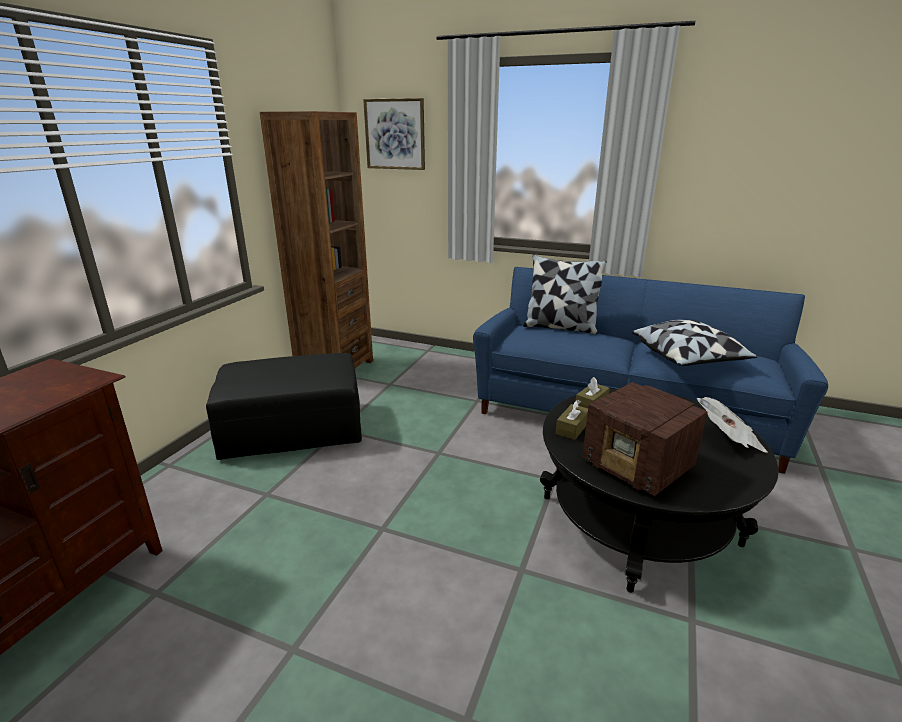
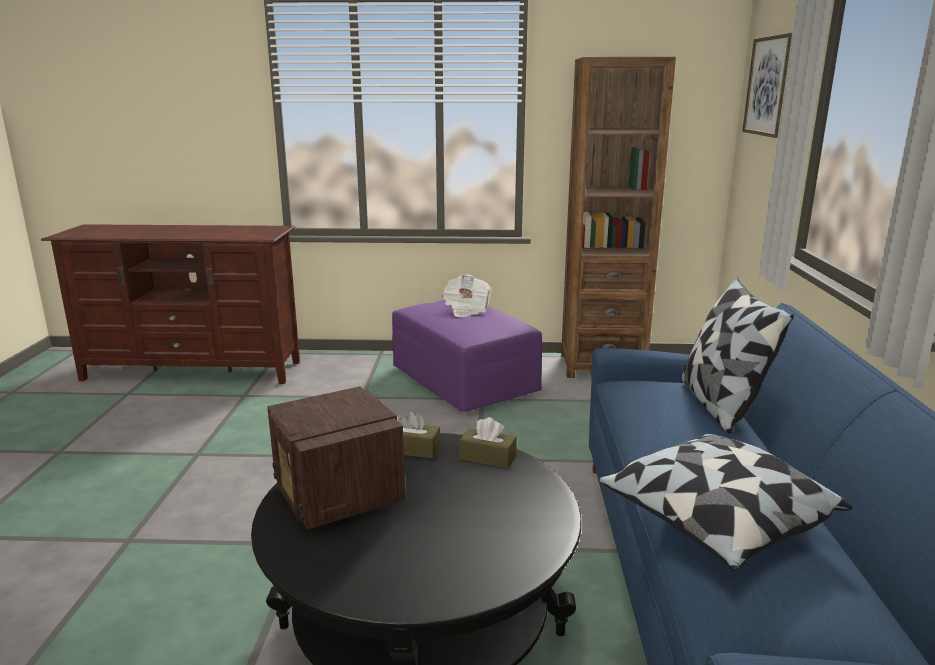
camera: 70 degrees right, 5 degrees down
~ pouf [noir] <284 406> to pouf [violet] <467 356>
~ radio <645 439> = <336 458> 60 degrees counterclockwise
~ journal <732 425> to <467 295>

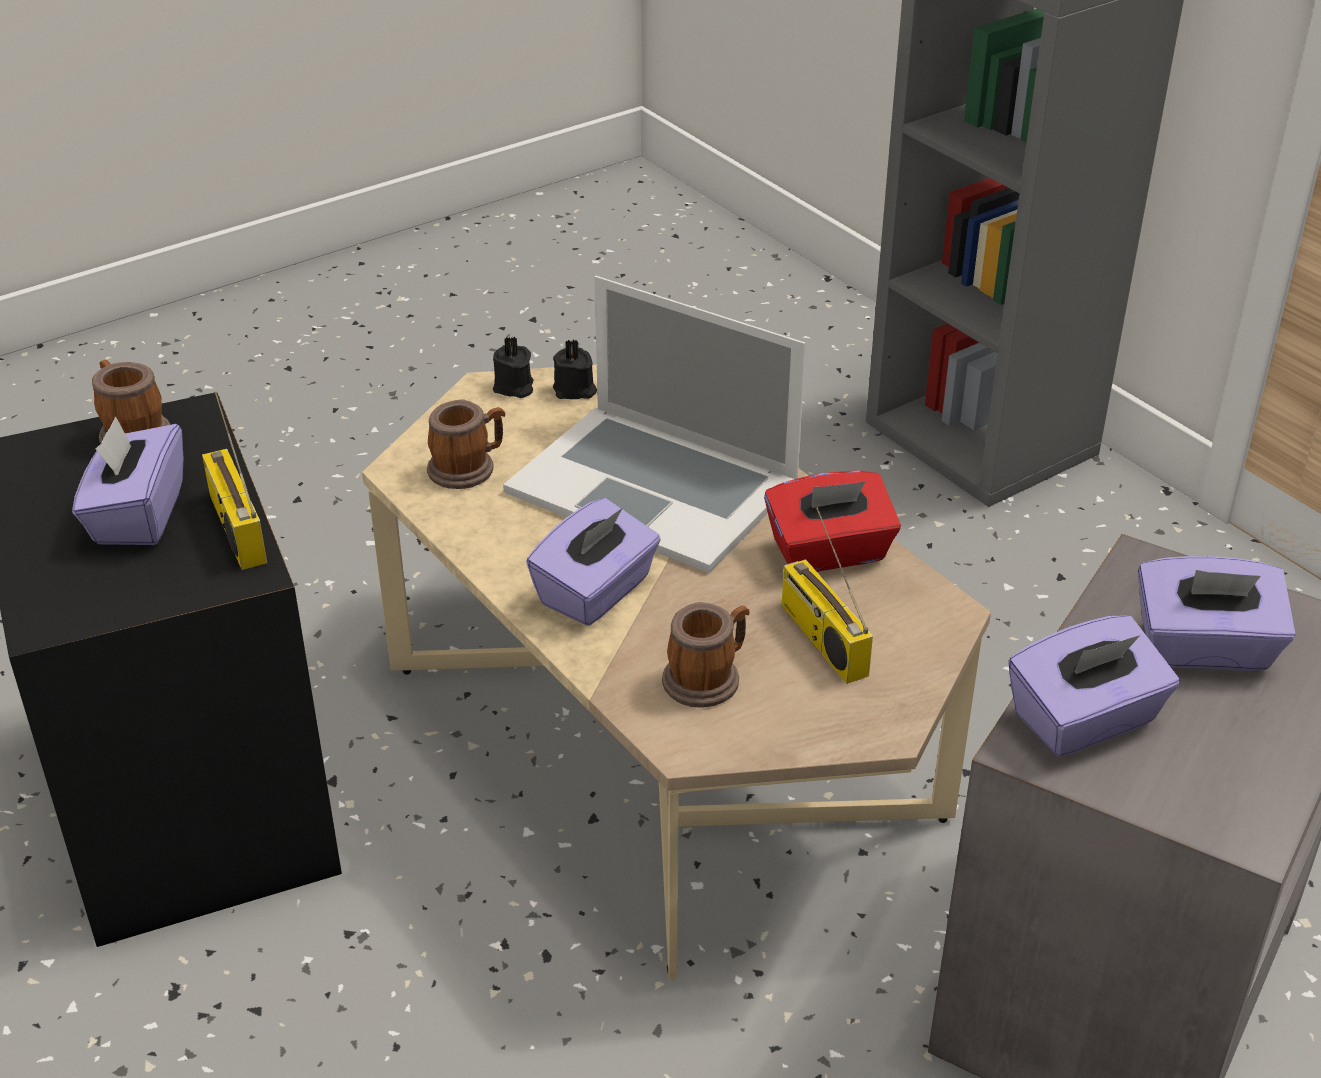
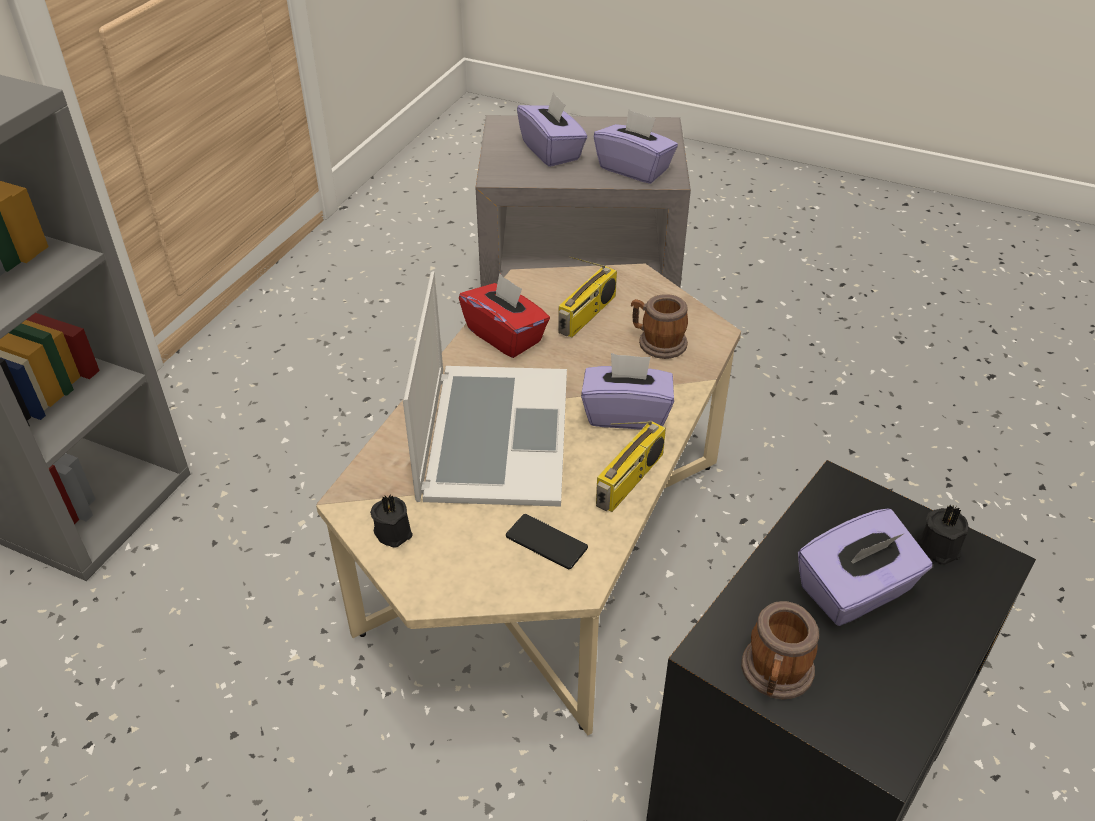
camera: 120 degrees left, 5 degrees up
~ bougie [noir] <513 367> to <943 535>
~ radio <234 481> to <631 466>
~ mug <466 444> to téléphone <547 541>

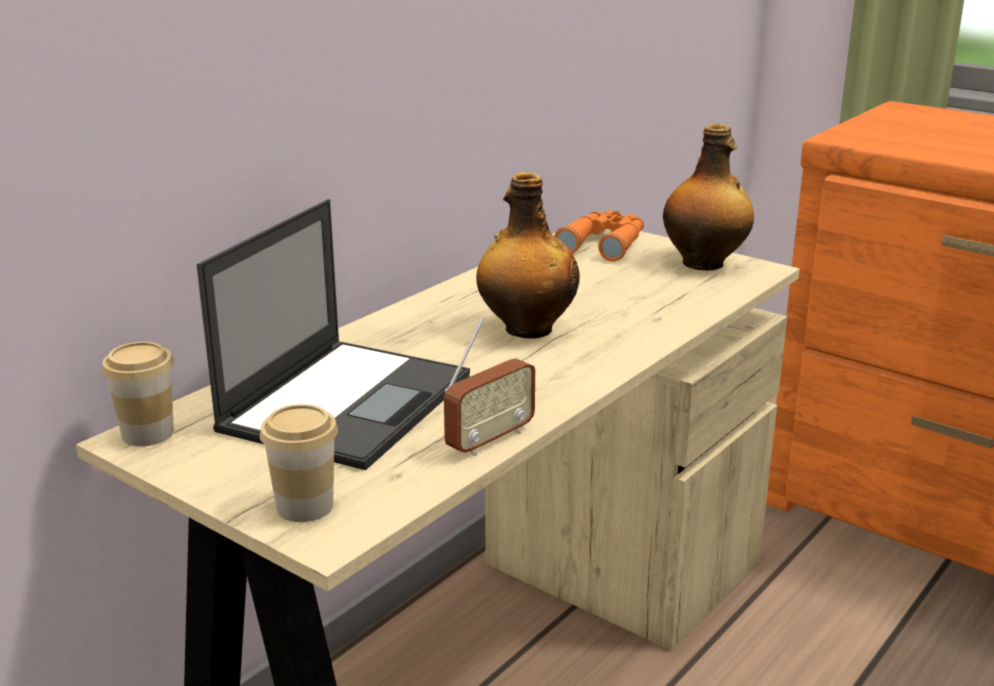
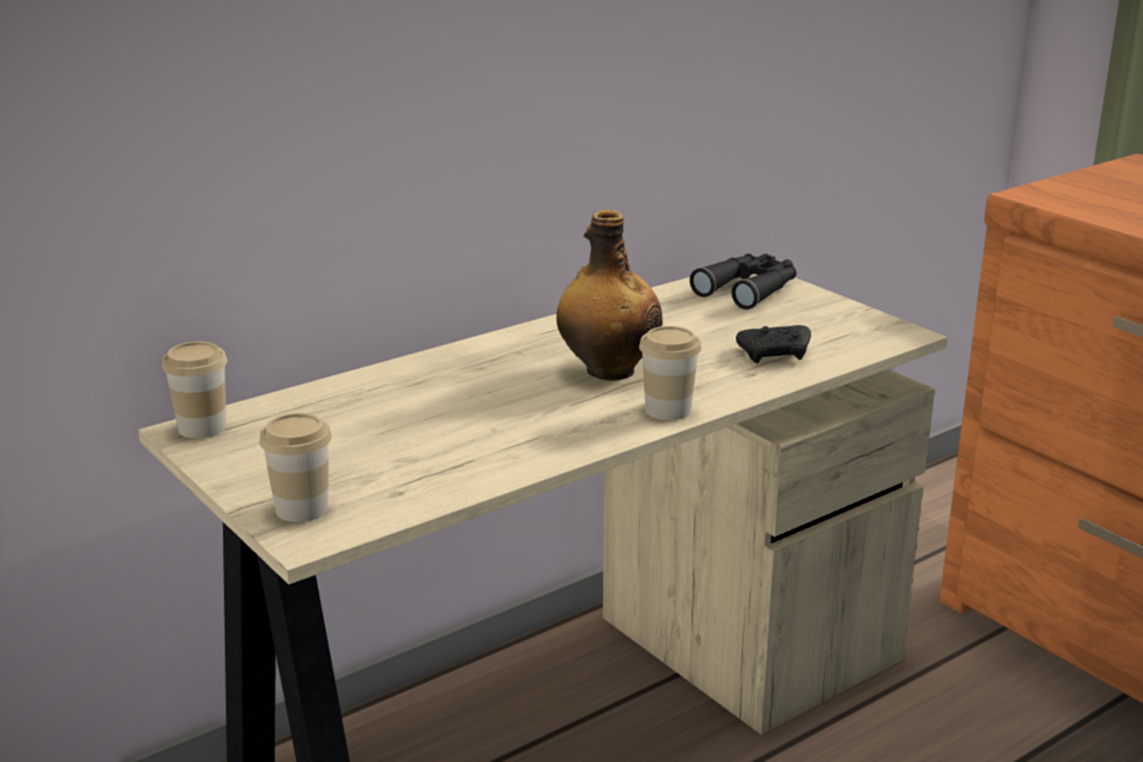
camera: 15 degrees right, 0 degrees up
- bouteille <708 197>
- ordinateur portable <333 334>
~ jumelles [orange] <599 235> to jumelles [noir] <743 281>
- radio <489 387>
+ manette [noir] <773 344>
+ tasse <670 373>

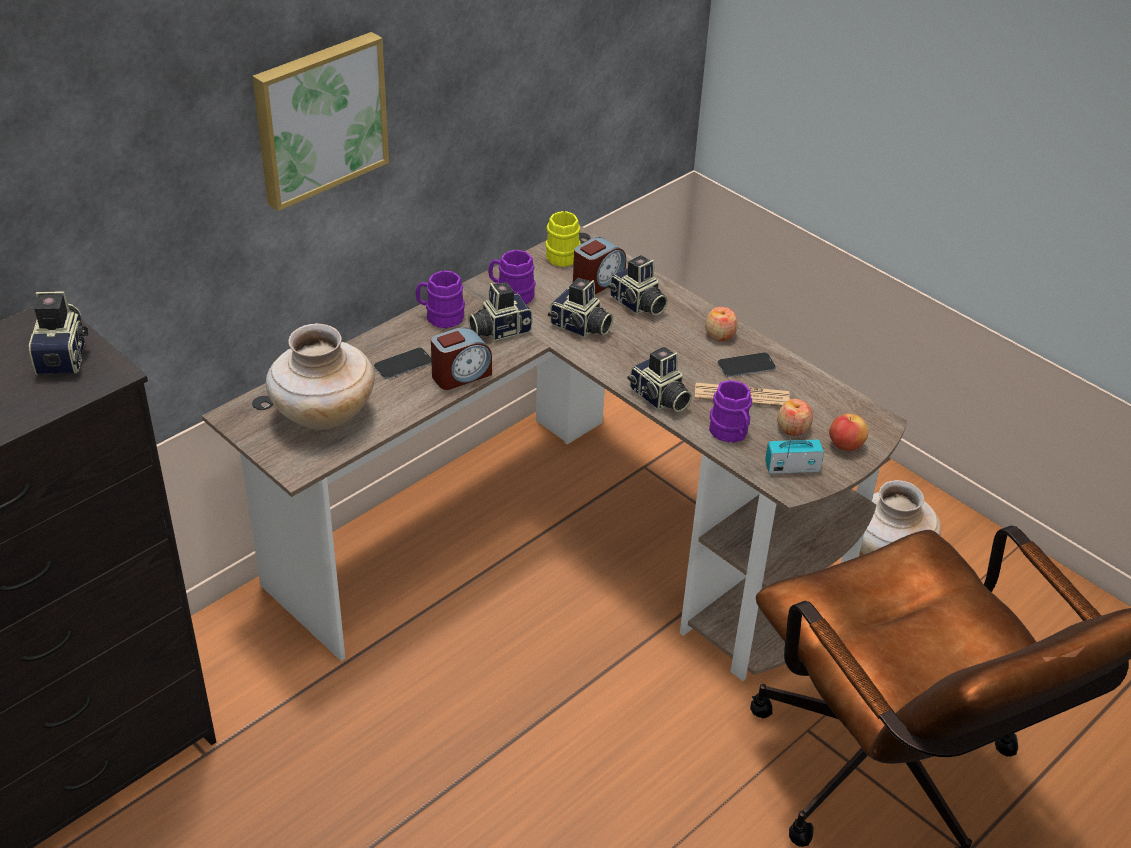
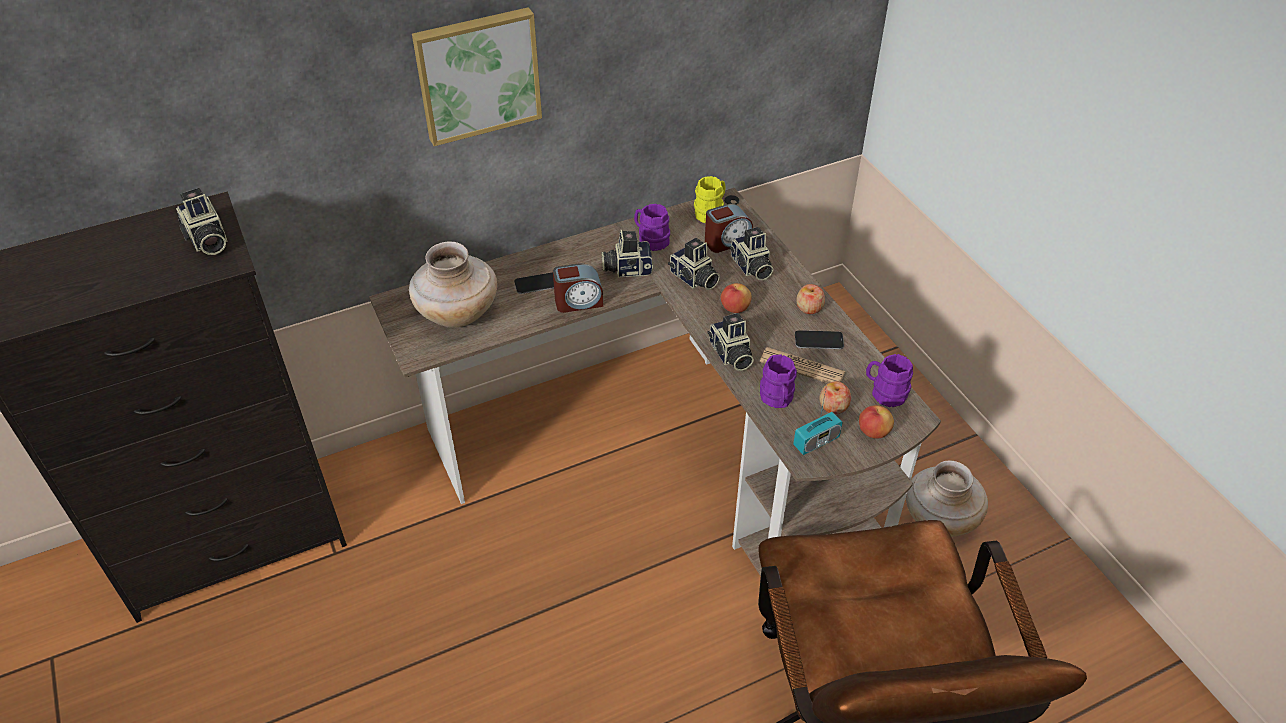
camera: 20 degrees right, 5 degrees up
~ mug [violet] <440 299> to <889 380>
~ appareil photo <58 332> = <201 221> 135 degrees clockwise
~ radio <794 445> = <818 420> 135 degrees clockwise
+ pomme <736 298>

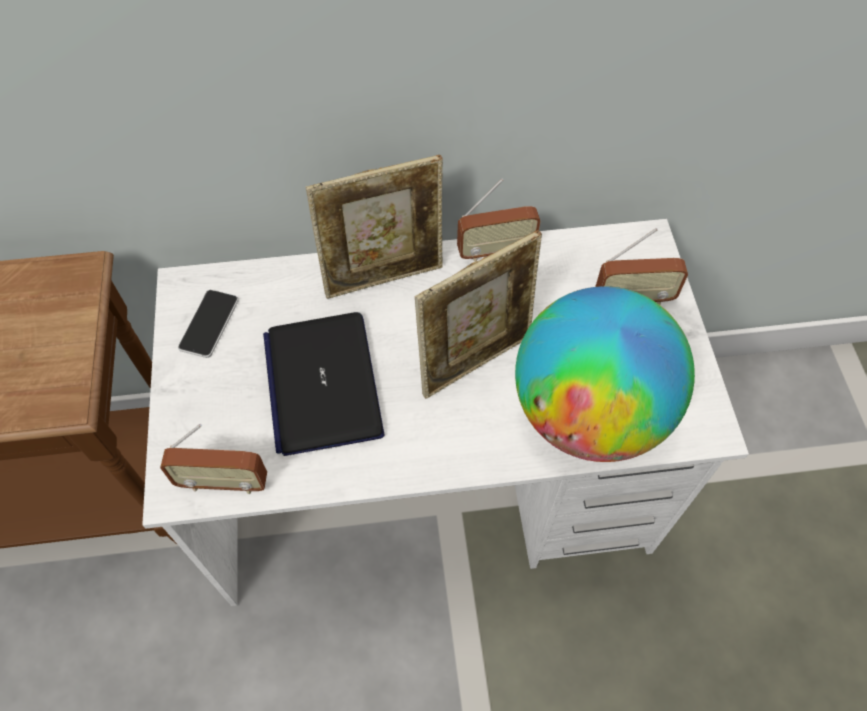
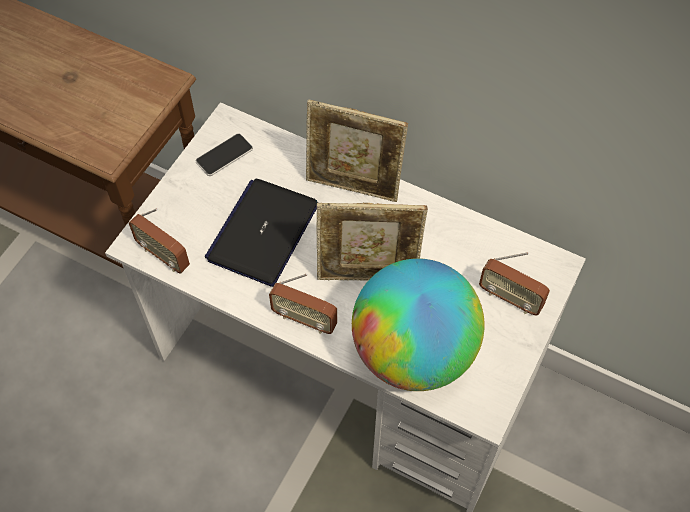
camera: 35 degrees right, 0 degrees up
~ radio <499 220> to <303 304>

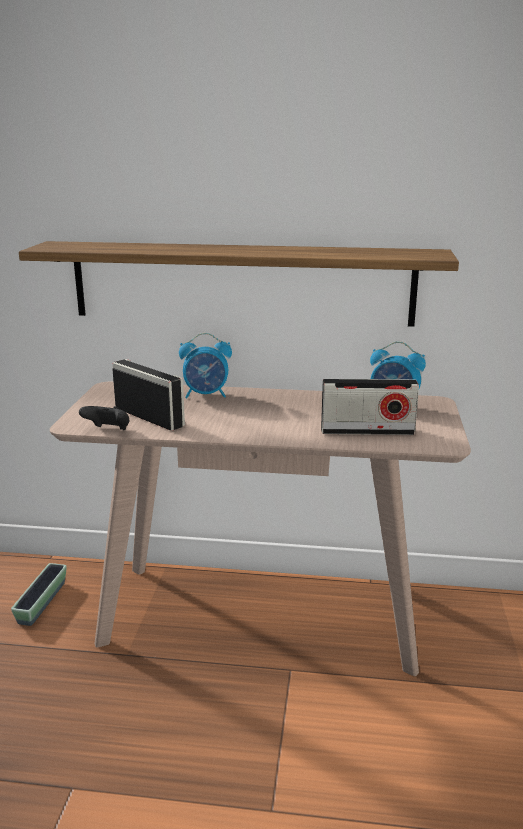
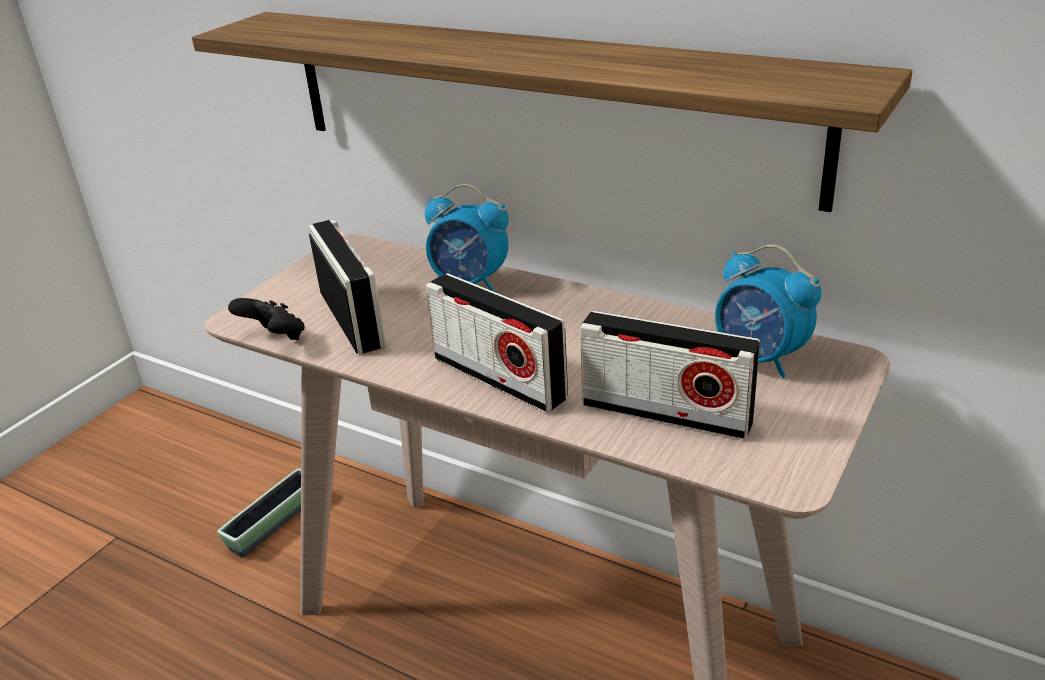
camera: 25 degrees right, 10 degrees up
+ radio <497 343>

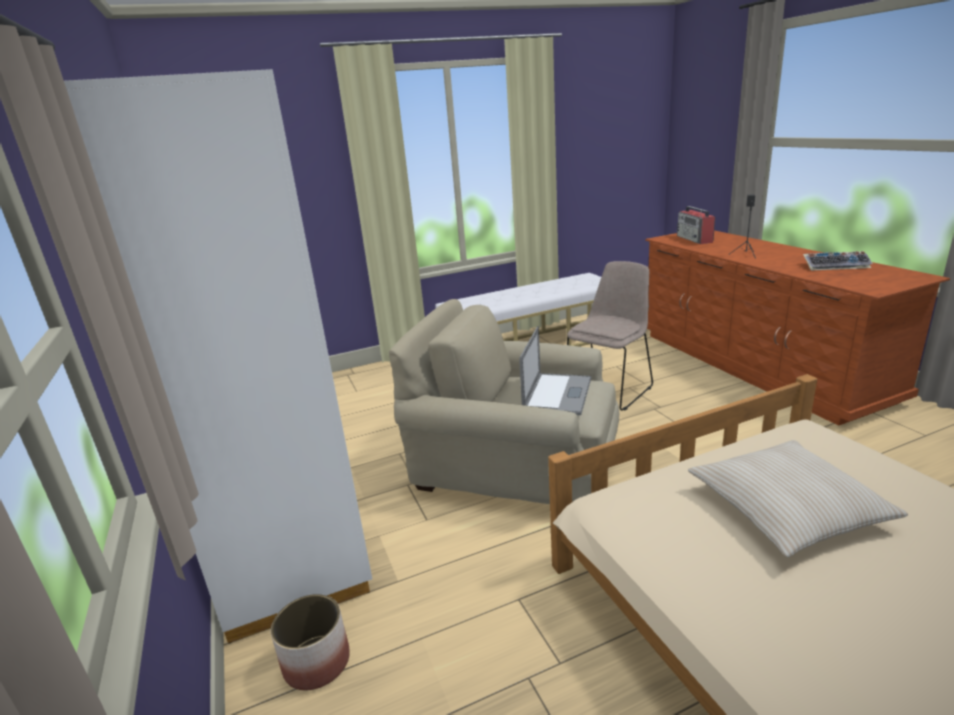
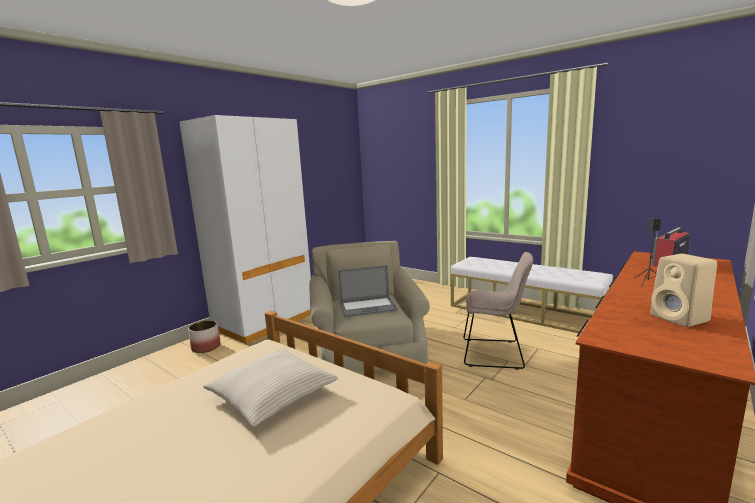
camera: 60 degrees right, 10 degrees down
~ clavier <838 261> to enceinte [beige] <684 290>

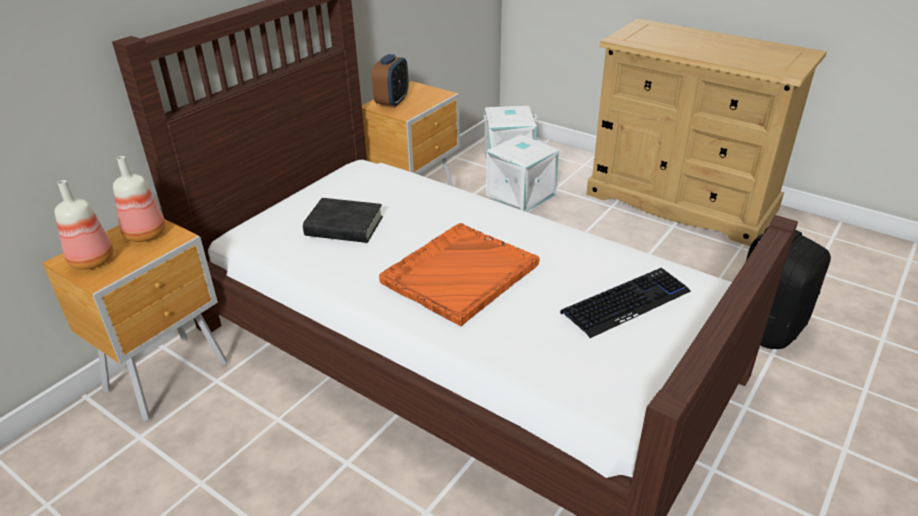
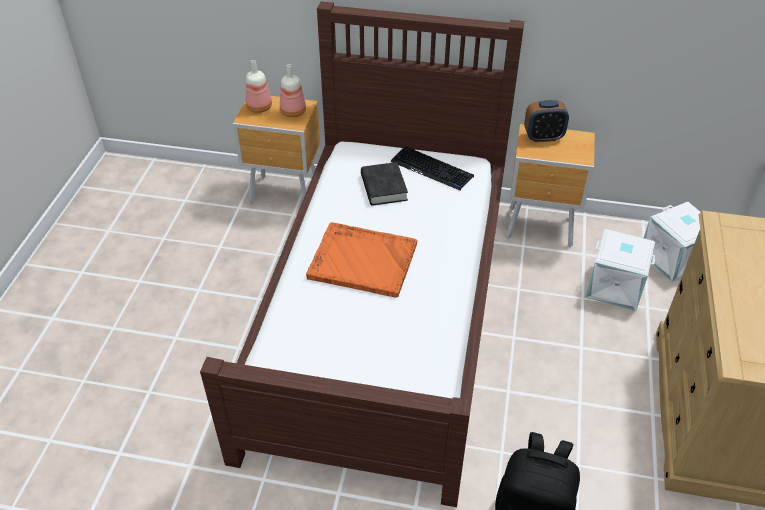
camera: 65 degrees right, 10 degrees up
~ clavier <625 303> to <432 168>

